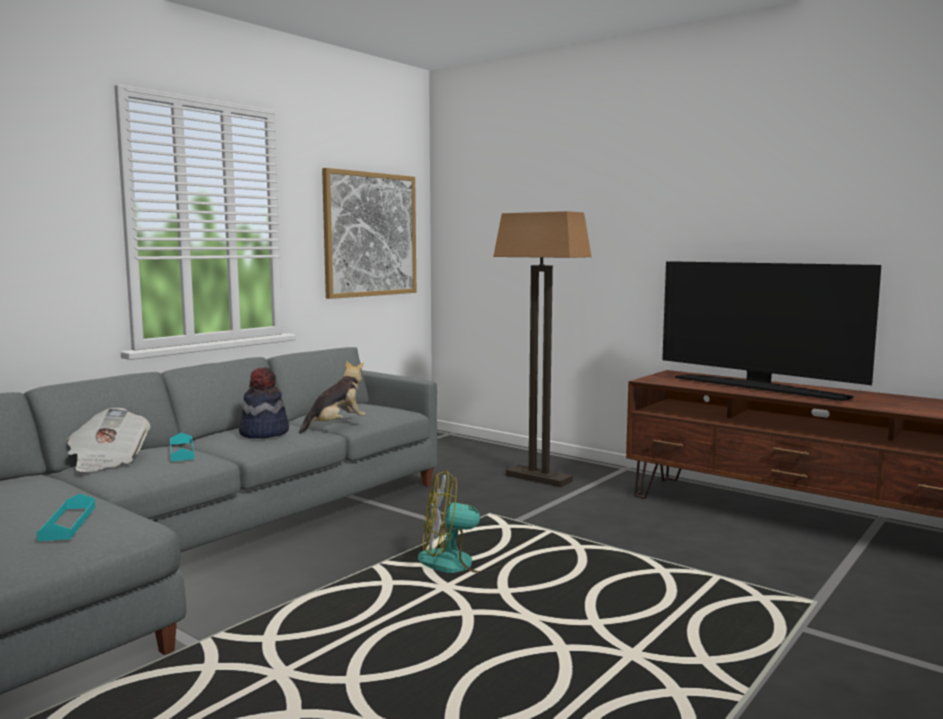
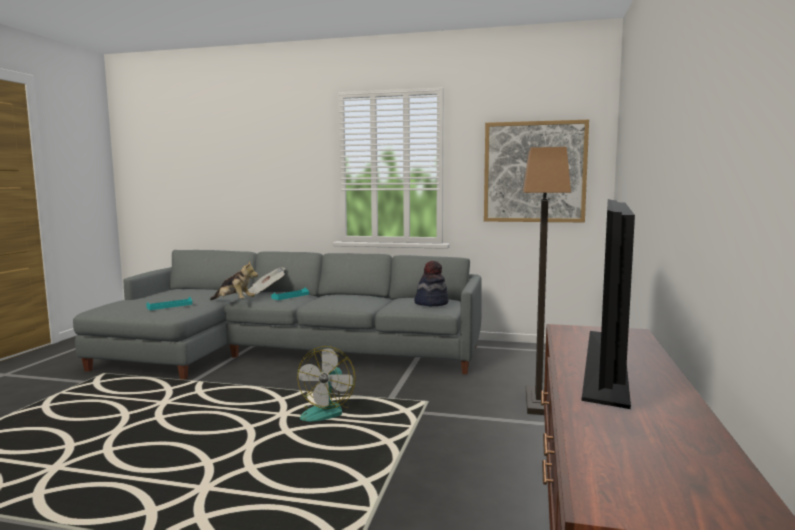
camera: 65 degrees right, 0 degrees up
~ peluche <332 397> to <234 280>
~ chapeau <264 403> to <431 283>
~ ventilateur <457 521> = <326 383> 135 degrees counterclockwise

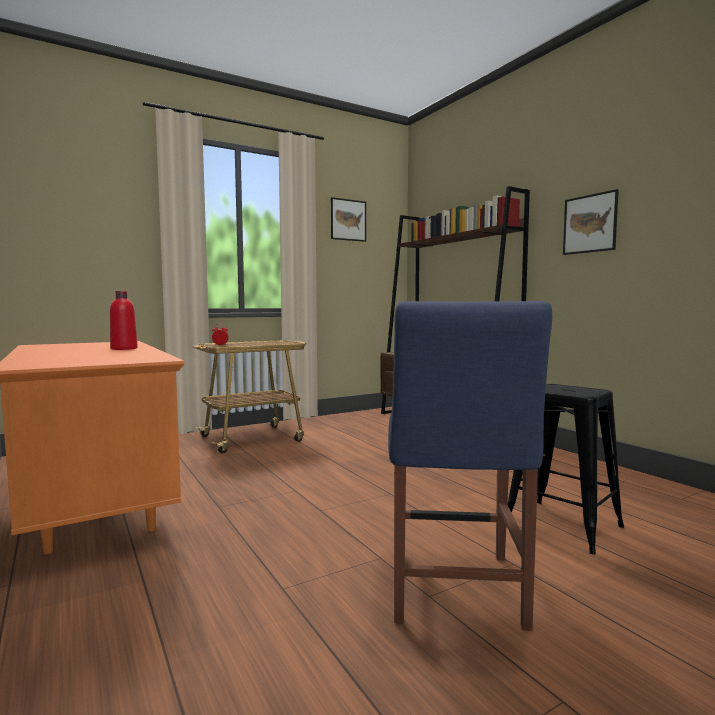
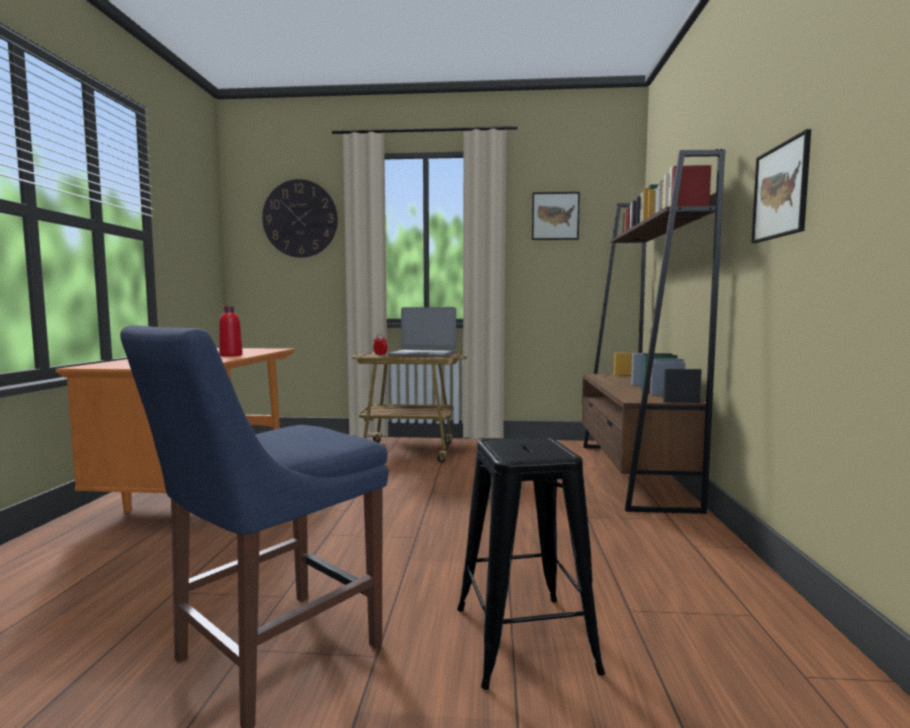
camera: 35 degrees right, 0 degrees up
+ horloge murale <300 218>
+ ordinateur portable <421 332>

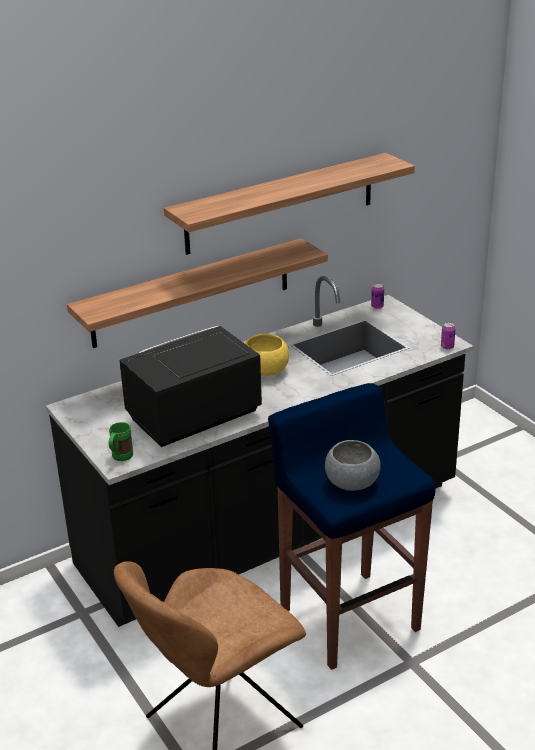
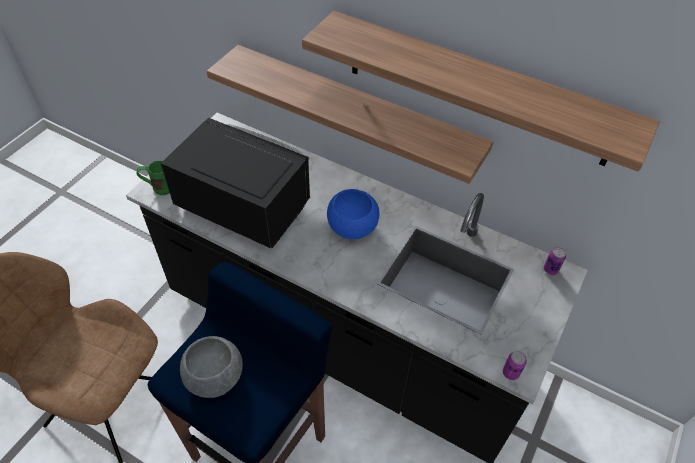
camera: 60 degrees right, 20 degrees up
~ bol [jaune] <267 355> to bol [bleu] <353 214>

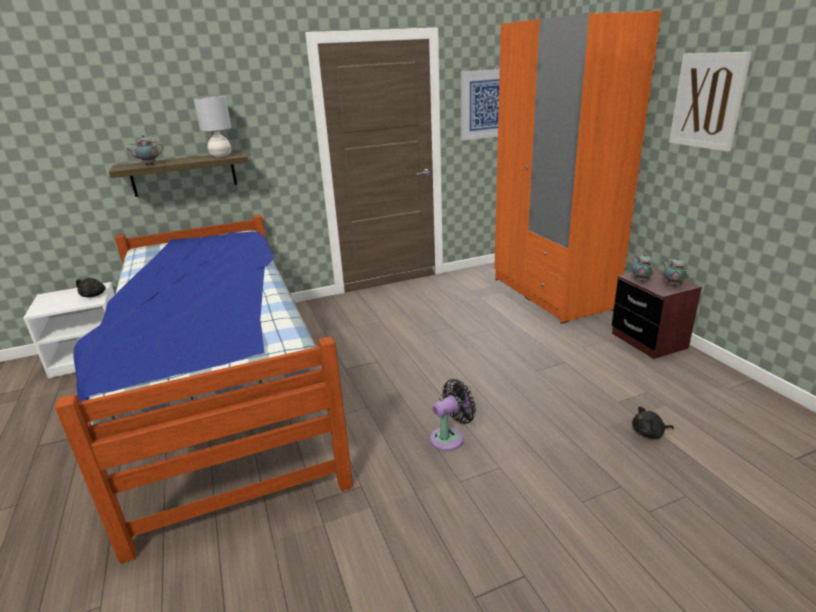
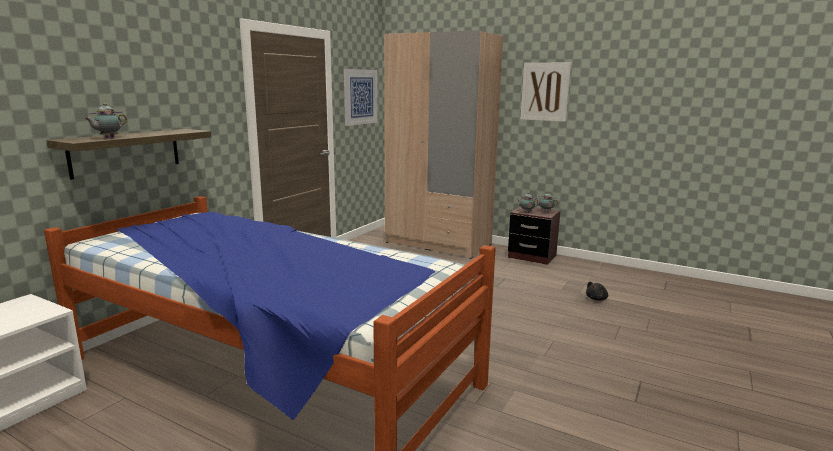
camera: 40 degrees left, 10 degrees down
~ armoire [orange] <578 167> to armoire [beige] <443 144>
- lampe de table [gris] <212 126>
- peluche [noir] <91 287>
- ventilateur [noir] <453 415>

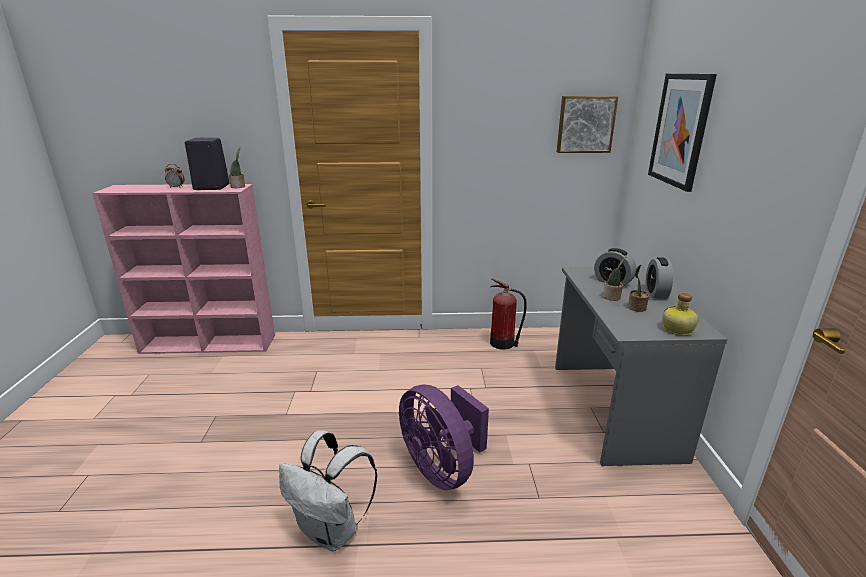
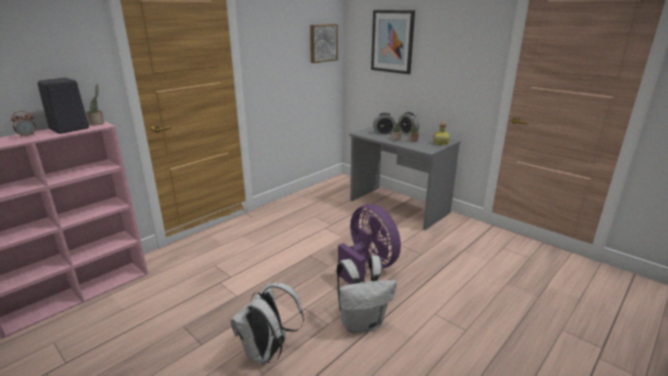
camera: 45 degrees left, 0 degrees up
- extincteur <508 314>
~ ventilateur [violet] <444 437> = <369 244> 135 degrees counterclockwise
+ sac à dos [blanc] <267 323>

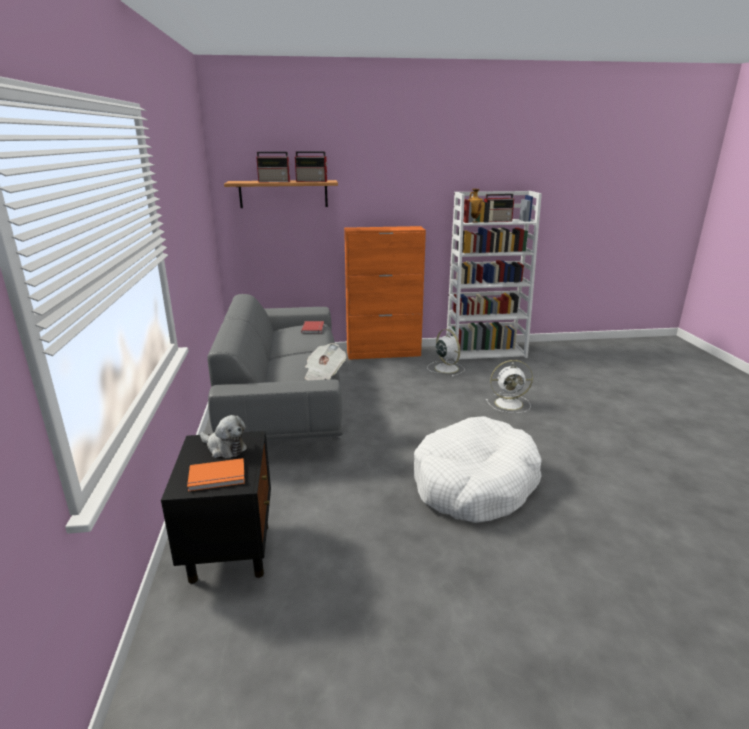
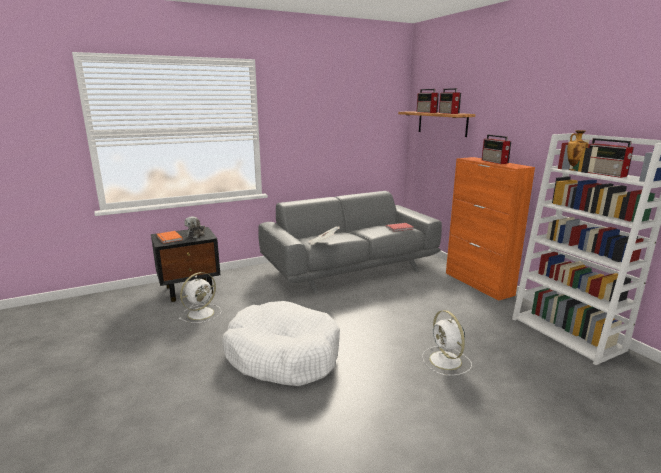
camera: 70 degrees right, 5 degrees down
~ ventilateur [blanc] <446 352> to <200 297>
+ radio <496 149>

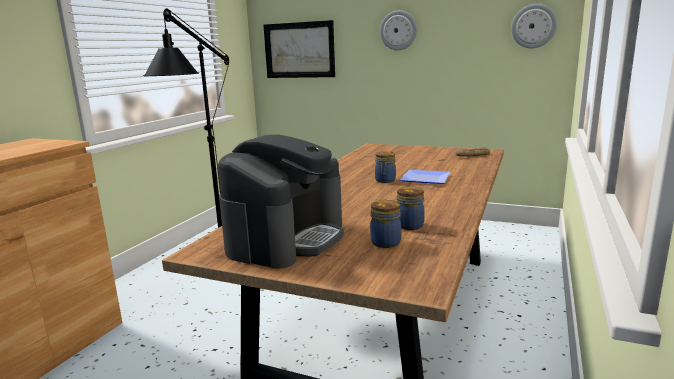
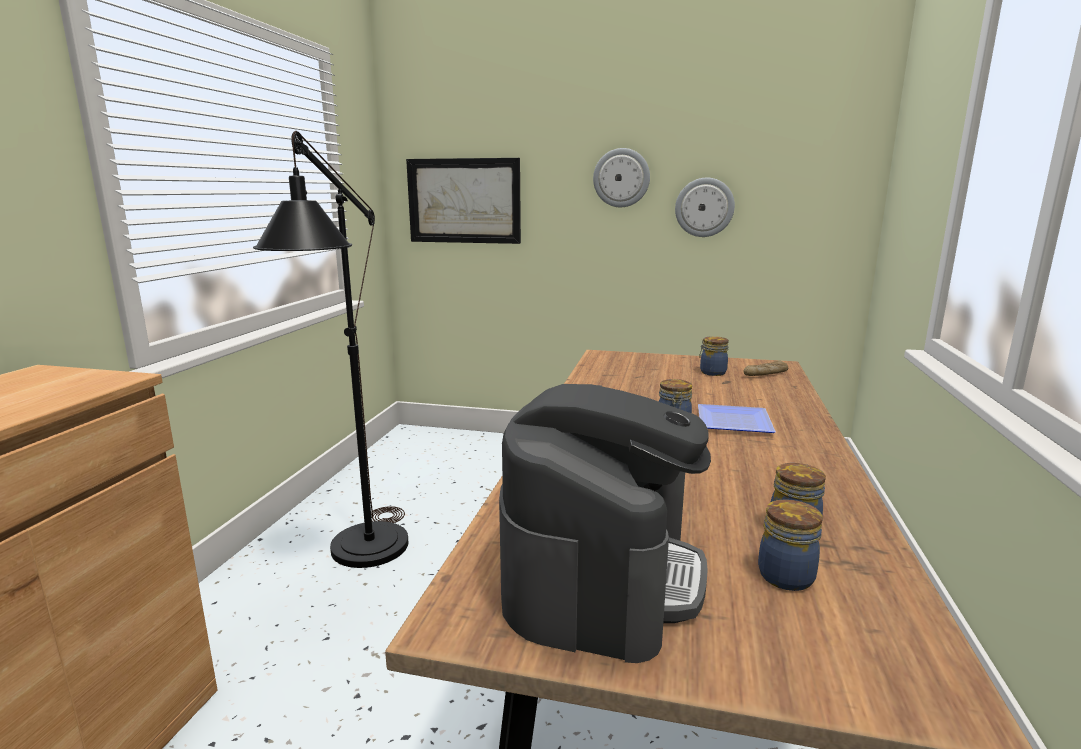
camera: 10 degrees left, 0 degrees up
~ horloge murale <534 26> to <705 207>
+ bocal <714 356>

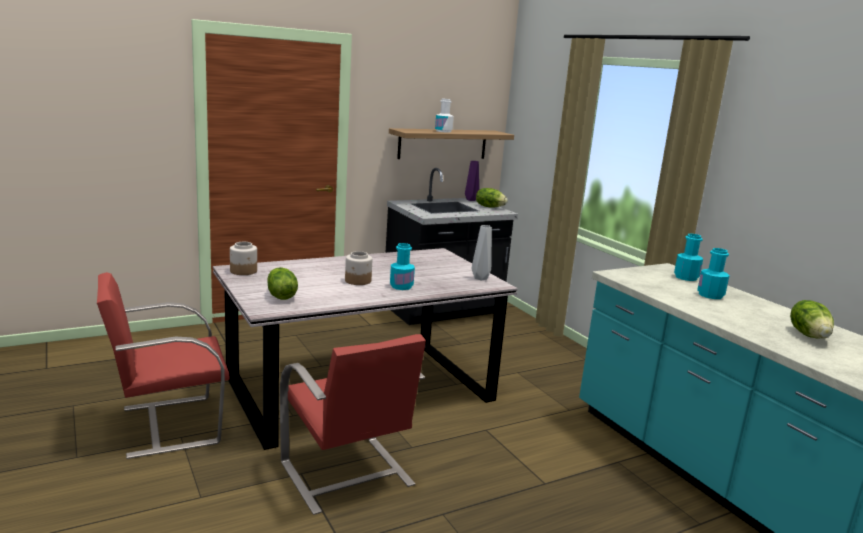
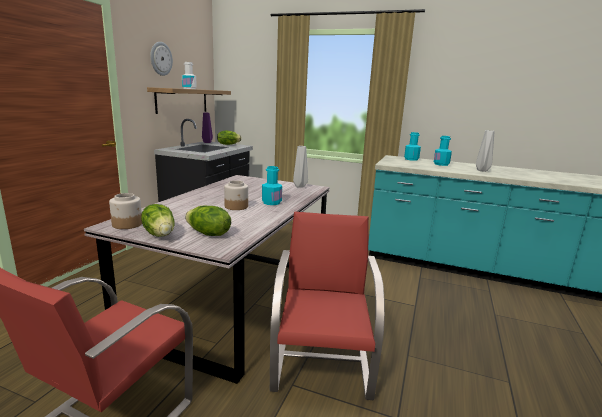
camera: 40 degrees left, 0 degrees up
~ laitue <812 319> to <157 220>
~ chaise [rouge] <353 424> = <327 305> 105 degrees counterclockwise
+ horloge murale <161 59>
+ vase [gris] <485 151>

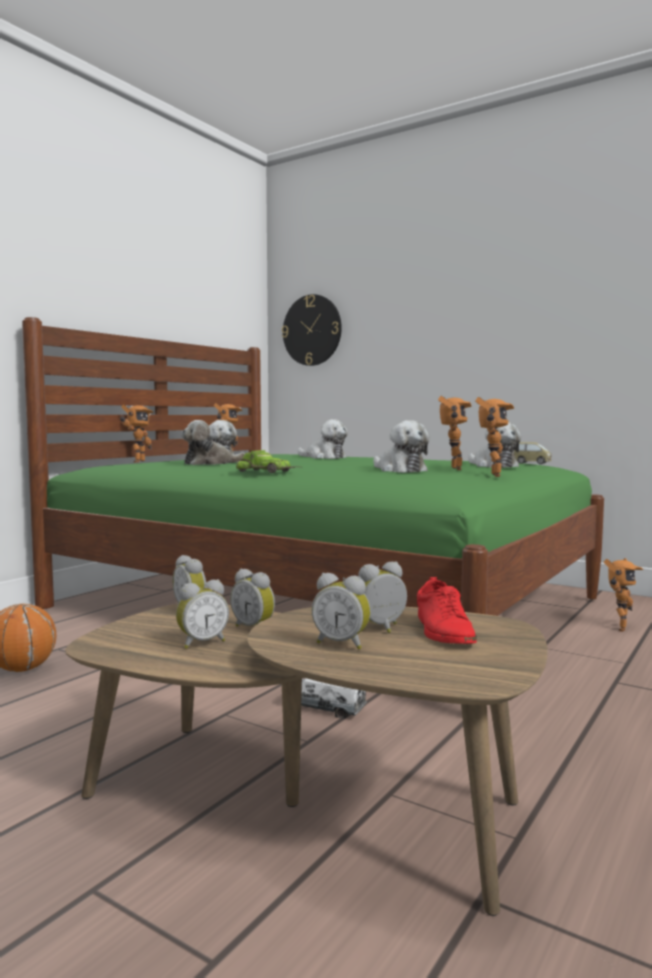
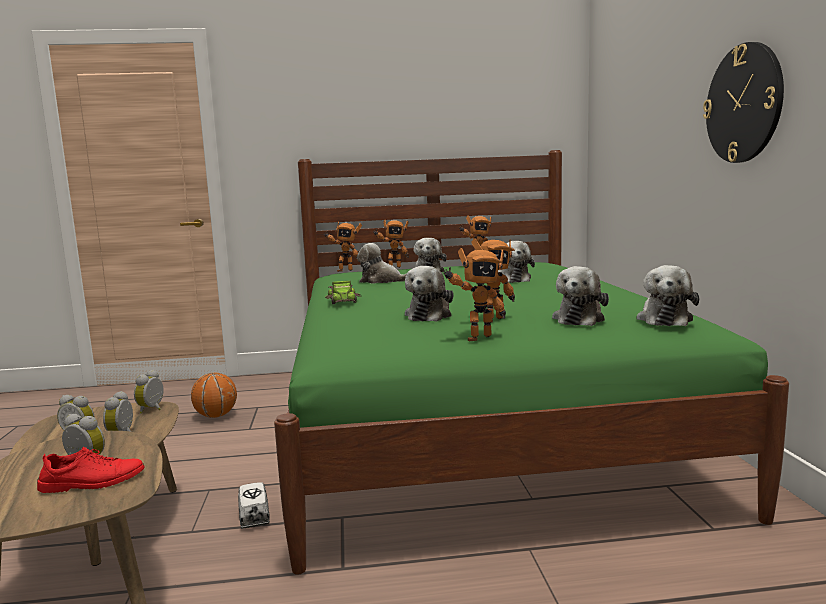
camera: 50 degrees right, 5 degrees up
~ horloge murale <312 330> to <743 102>
~ petite voiture <533 453> to peluche <668 295>
~ robot jouet <623 595> to <342 247>
- réveil <341 611>
~ chaussure [rouge] <447 610> = <91 470> 150 degrees counterclockwise

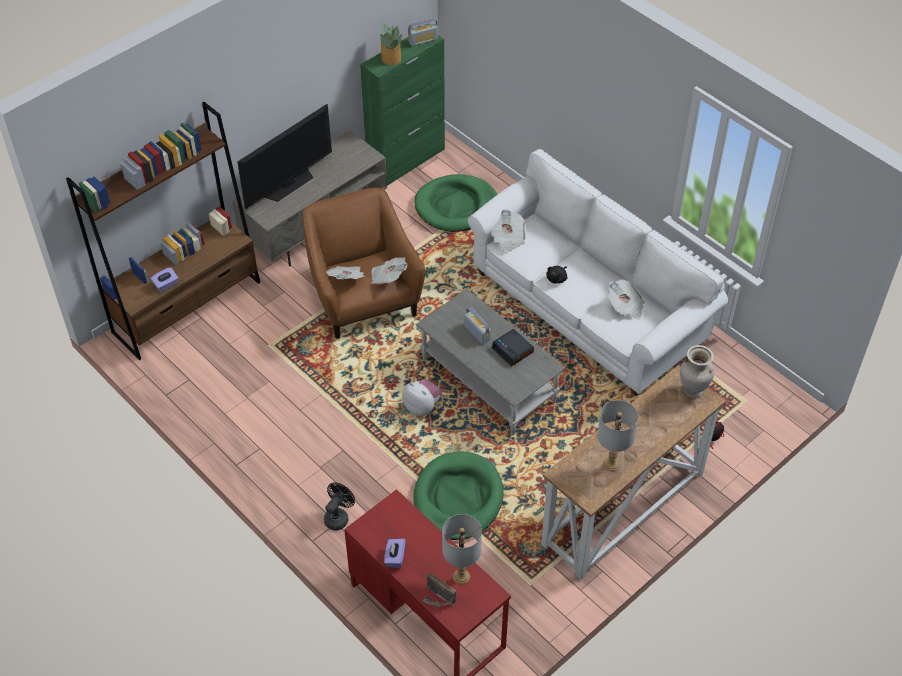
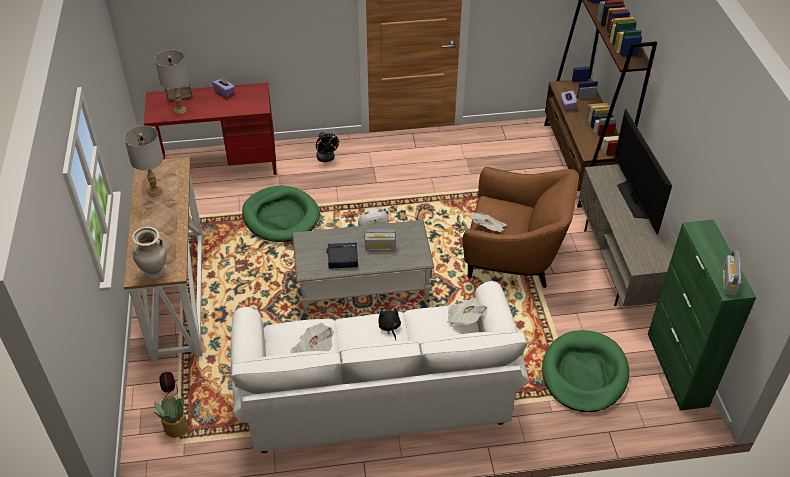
camera: 125 degrees right, 5 degrees down
~ plante en pot <391 44> to <171 417>
- journal <345 272>

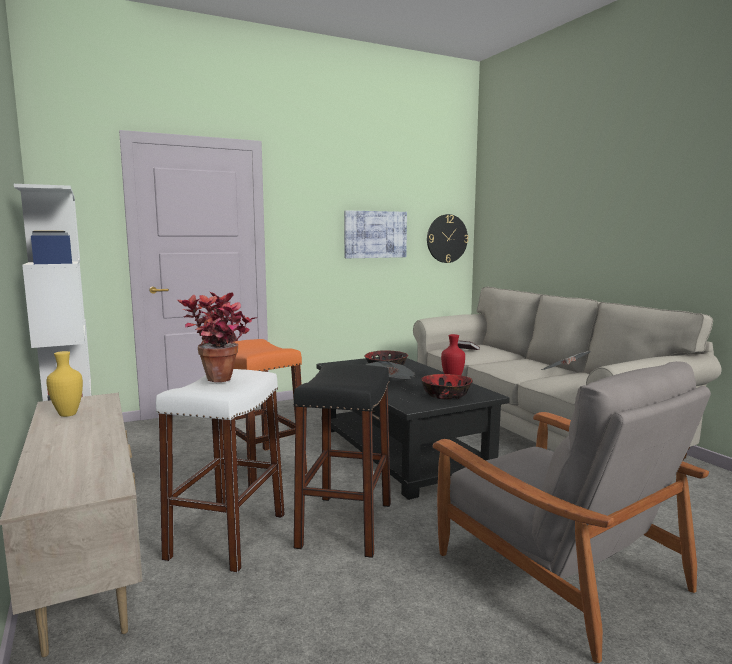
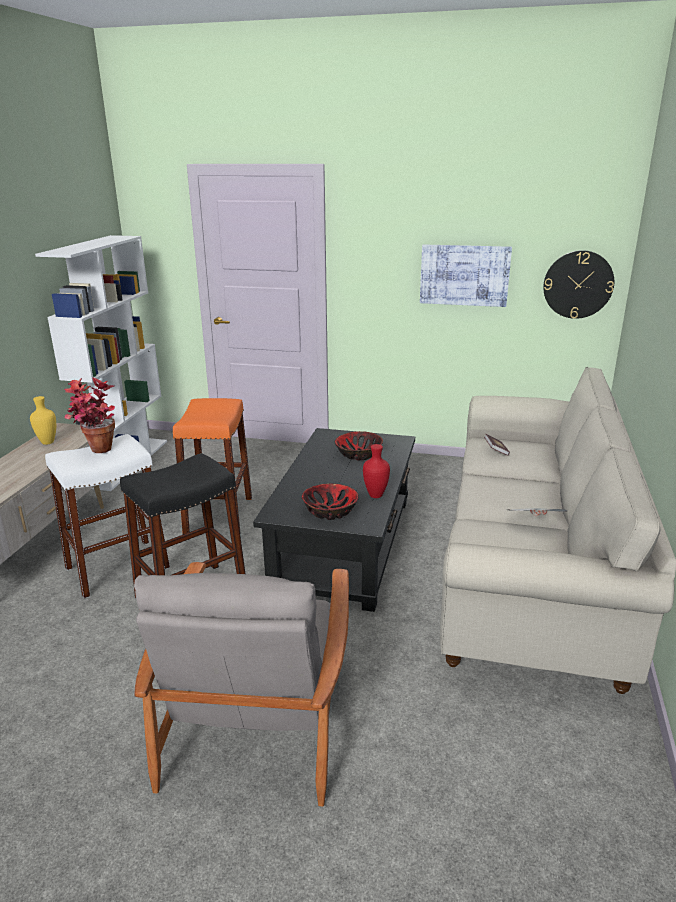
camera: 40 degrees right, 15 degrees up
- journal <390 370>

